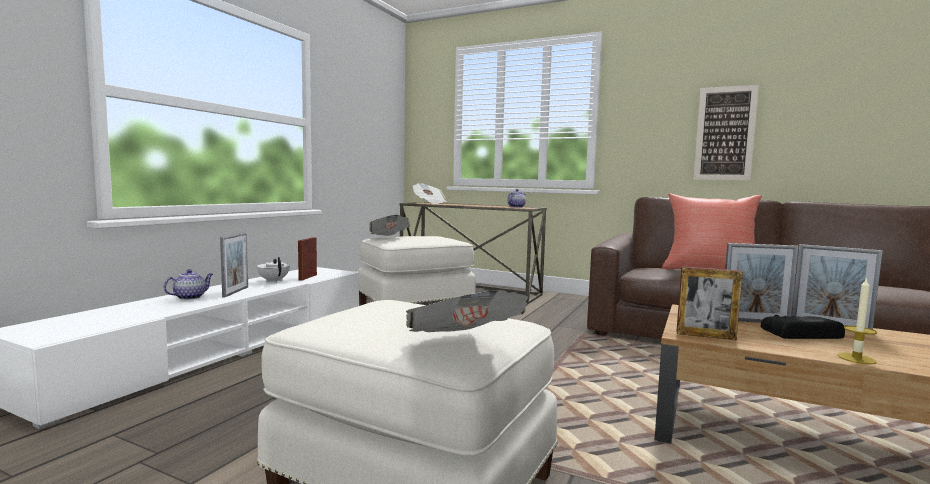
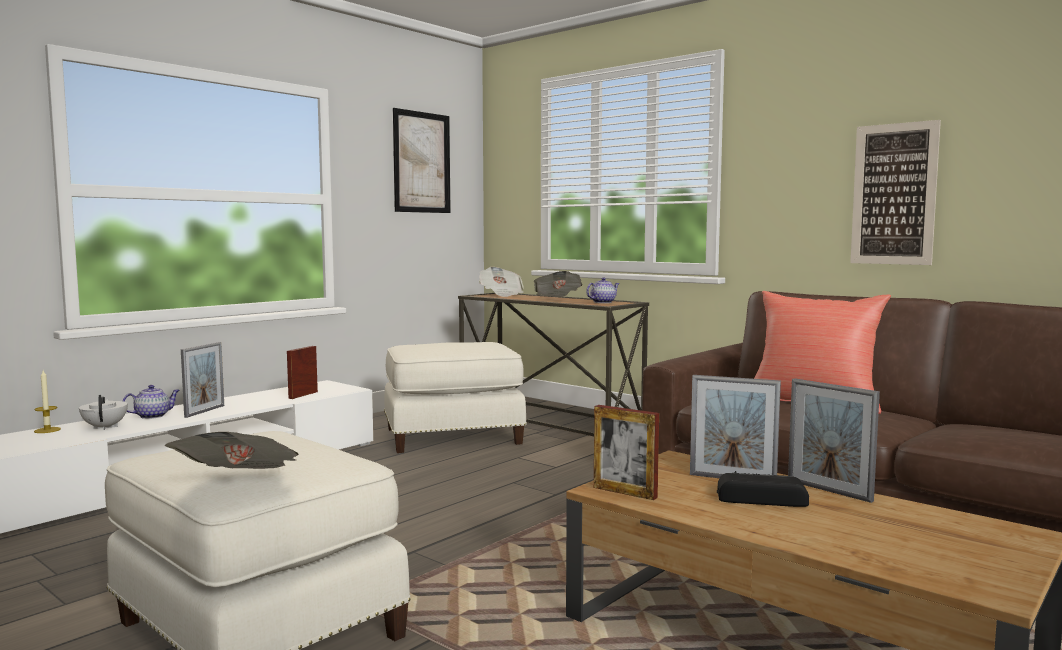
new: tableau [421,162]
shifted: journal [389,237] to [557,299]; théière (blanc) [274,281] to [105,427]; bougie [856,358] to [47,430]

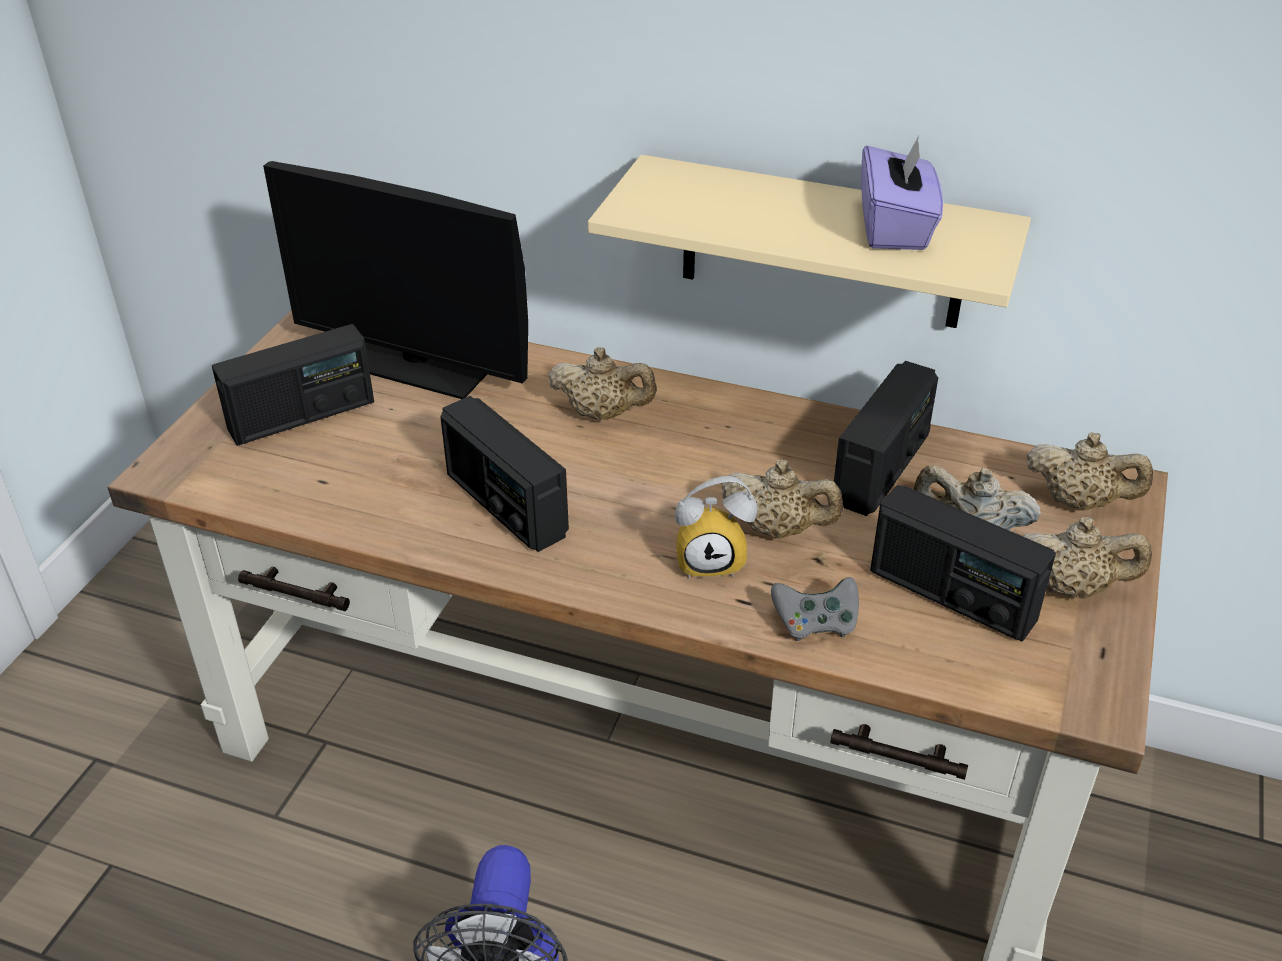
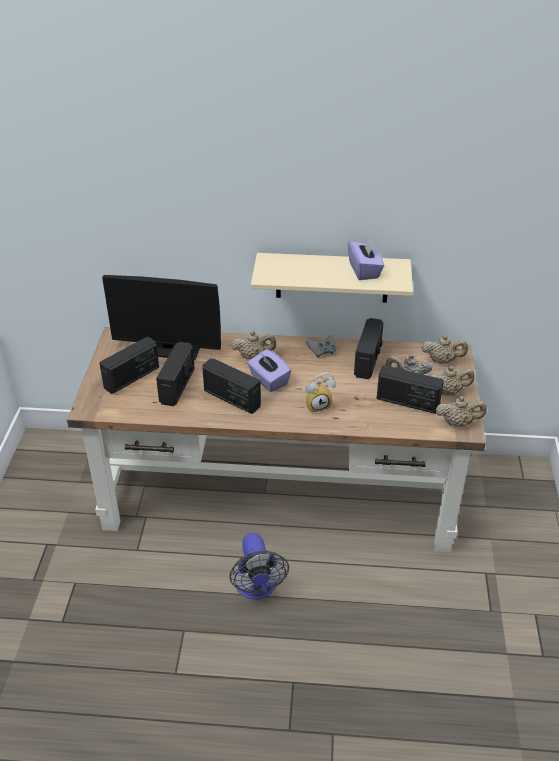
new: radio [178,386]; boîte à mouchoirs (violet) [268,380]
shifted: théière (beige) [778,529] to [458,423]; manette (gris) [815,624] to [322,352]

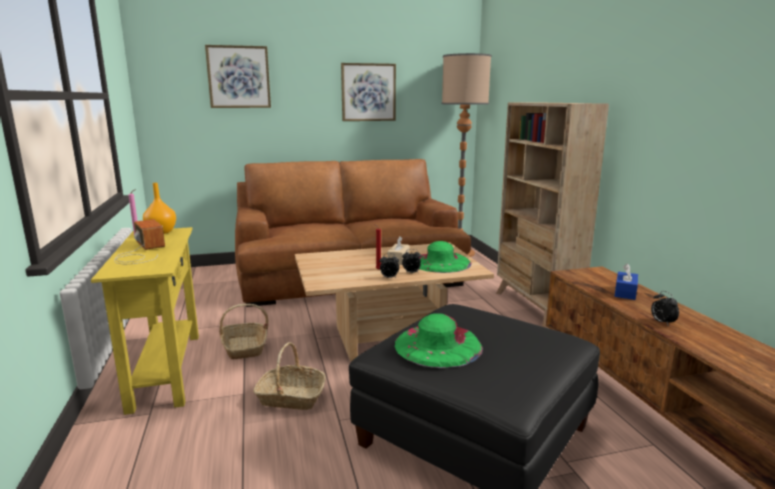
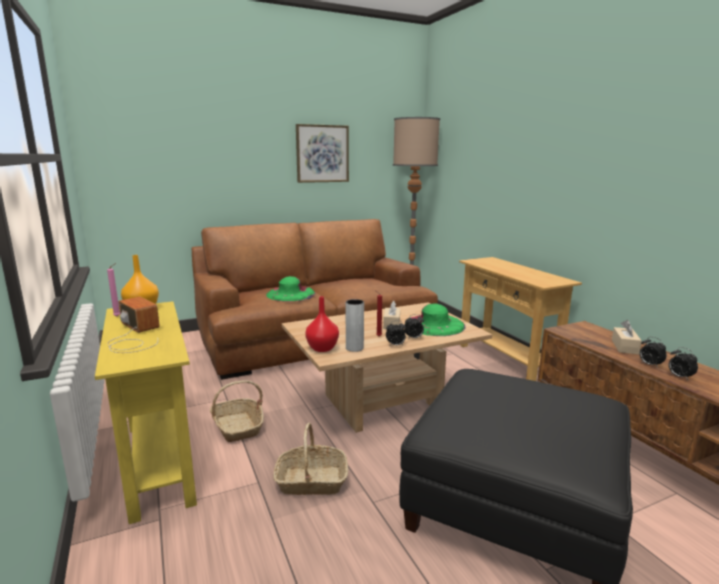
gone: tableau [239,77]
new: vase (rouge) [322,349]; vase (gris) [354,348]; réveil [649,365]
shifted: chapeau (vert) [438,345] to [291,294]
swapped: bibliothèque (beige) [535,308] to table console (beige) [505,360]
repainted: boîte à mouchoirs (bleu) [625,292] to boîte à mouchoirs (beige) [624,347]

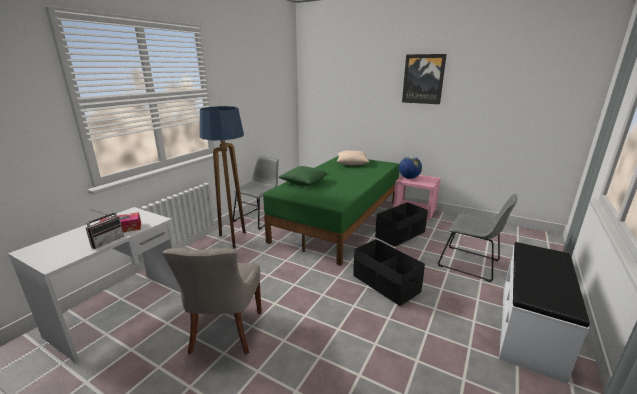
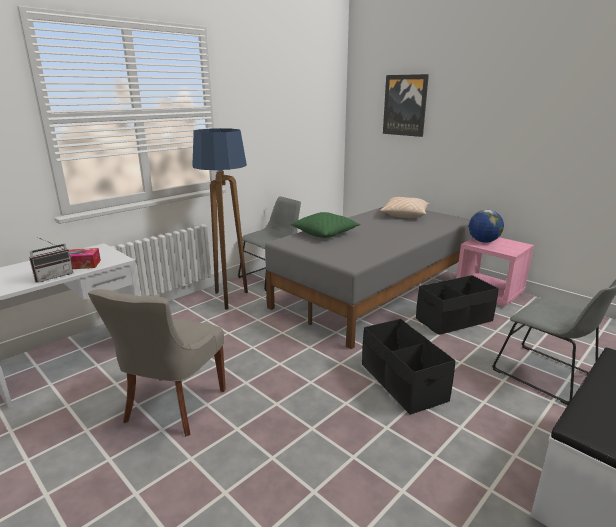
shifted: tableau [423,79] to [405,105]
repainted: lit (vert) [340,220] to lit (gris) [376,291]

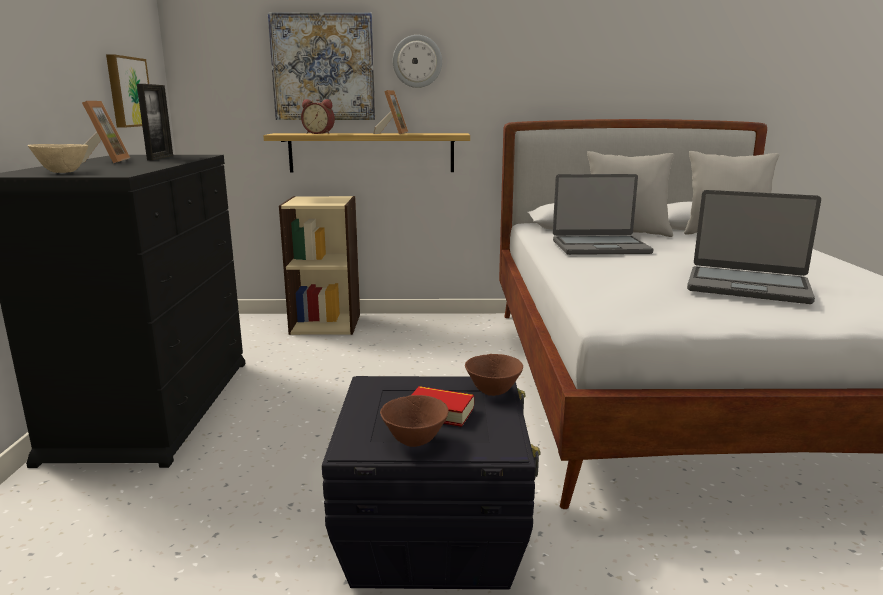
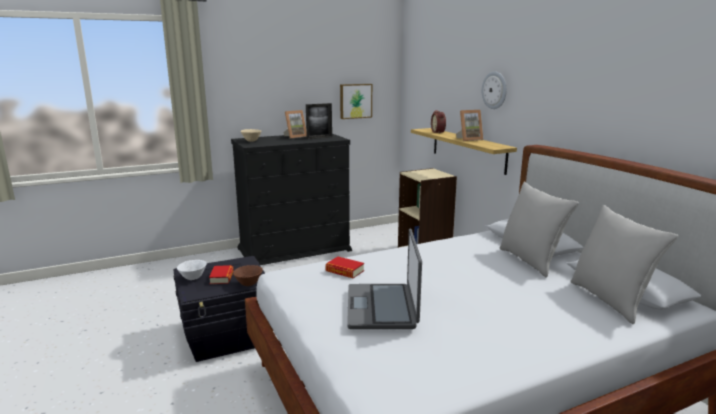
gone: tableau [323,67]; ordinateur portable [600,247]
new: livre [344,271]
repainted: bol (marron) [414,441] to bol (blanc) [193,278]

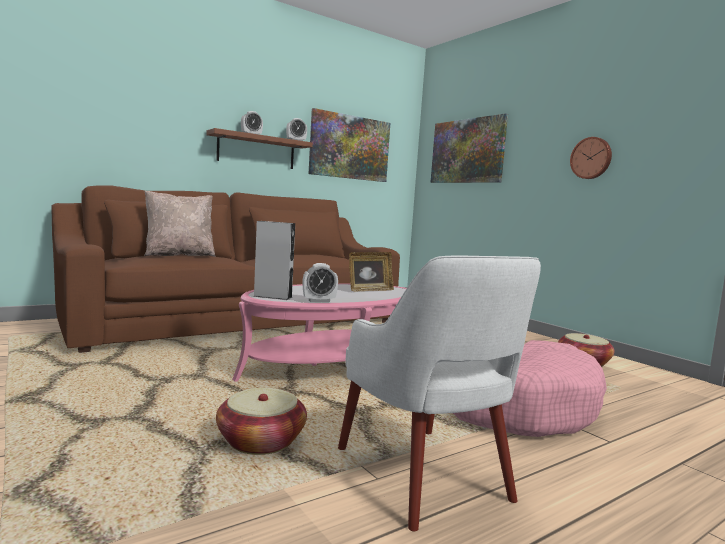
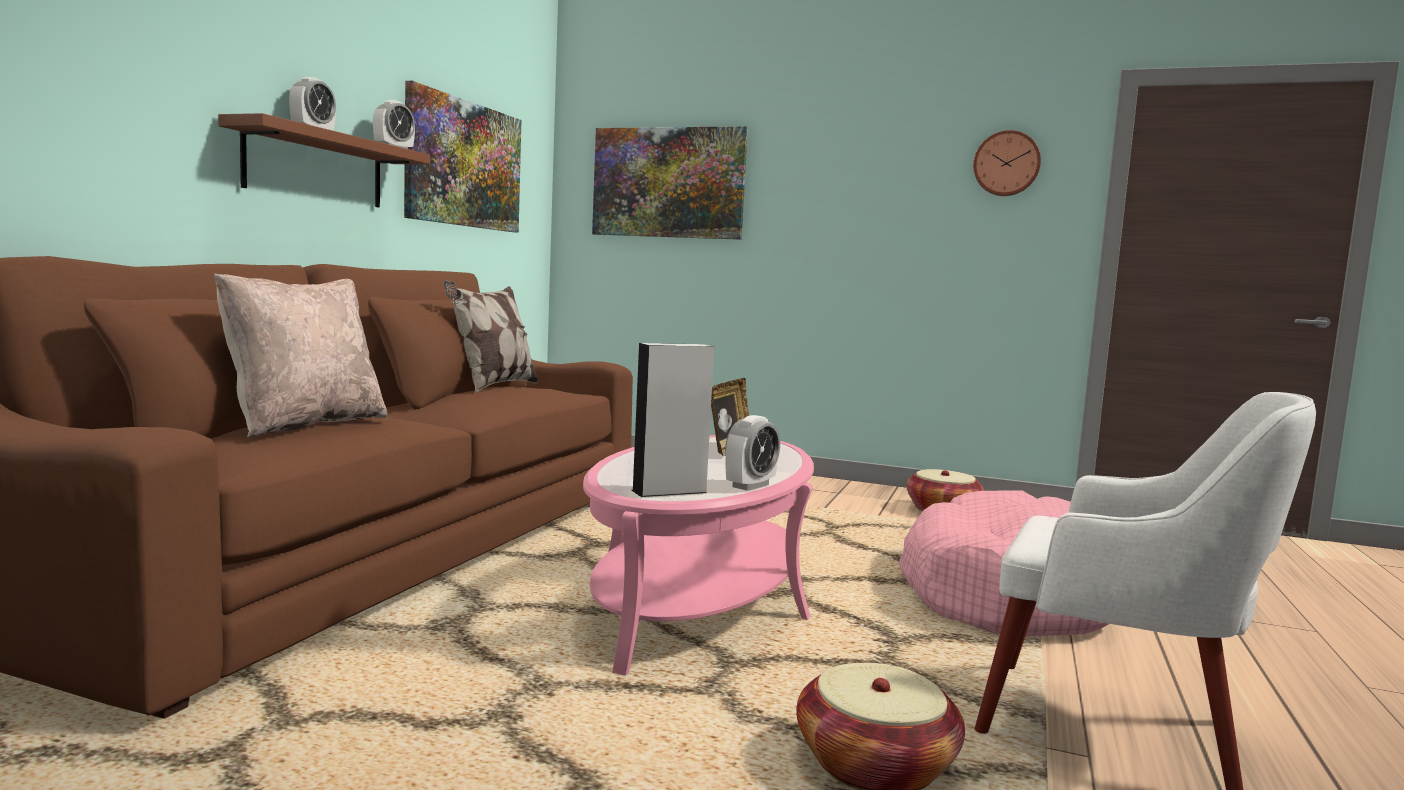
new: coussin [492,386]
shifted: horloge murale [591,158] to [1006,164]

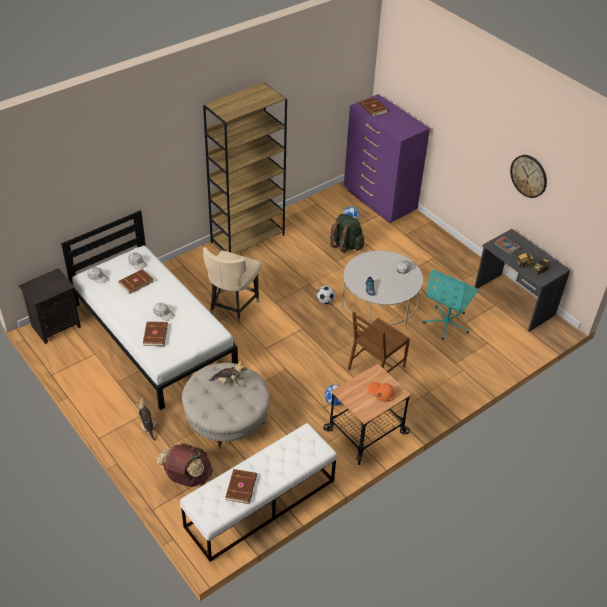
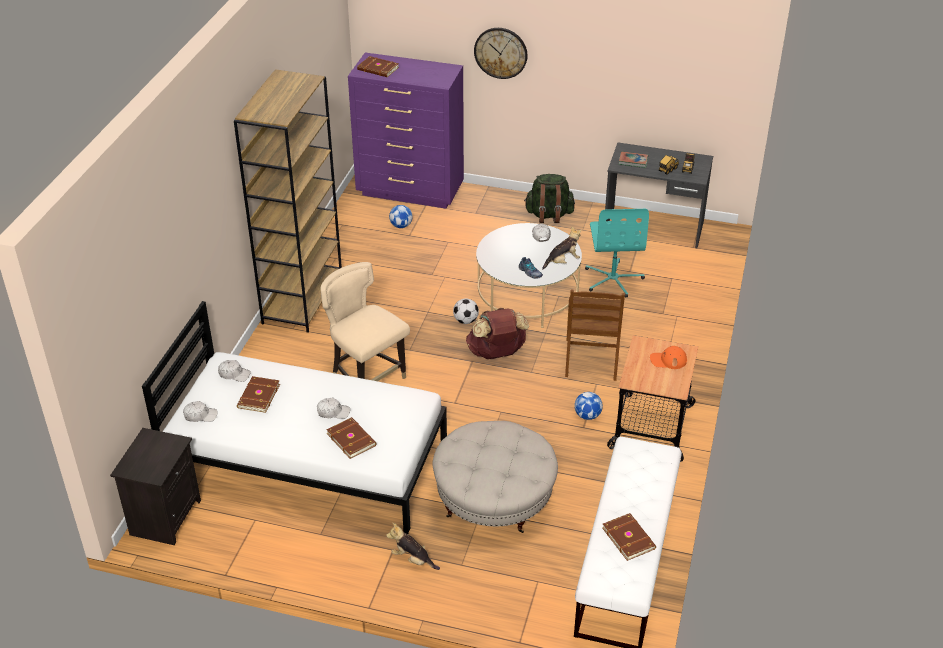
shifted: horloge murale [529,176] to [501,52]; sac à dos (vert) [345,245] to [549,215]; peluche [229,382] to [562,261]; sac à dos (marron) [187,477] to [496,353]
rotated: chaise (beige) [232,307] = [367,379] 150 degrees clockwise

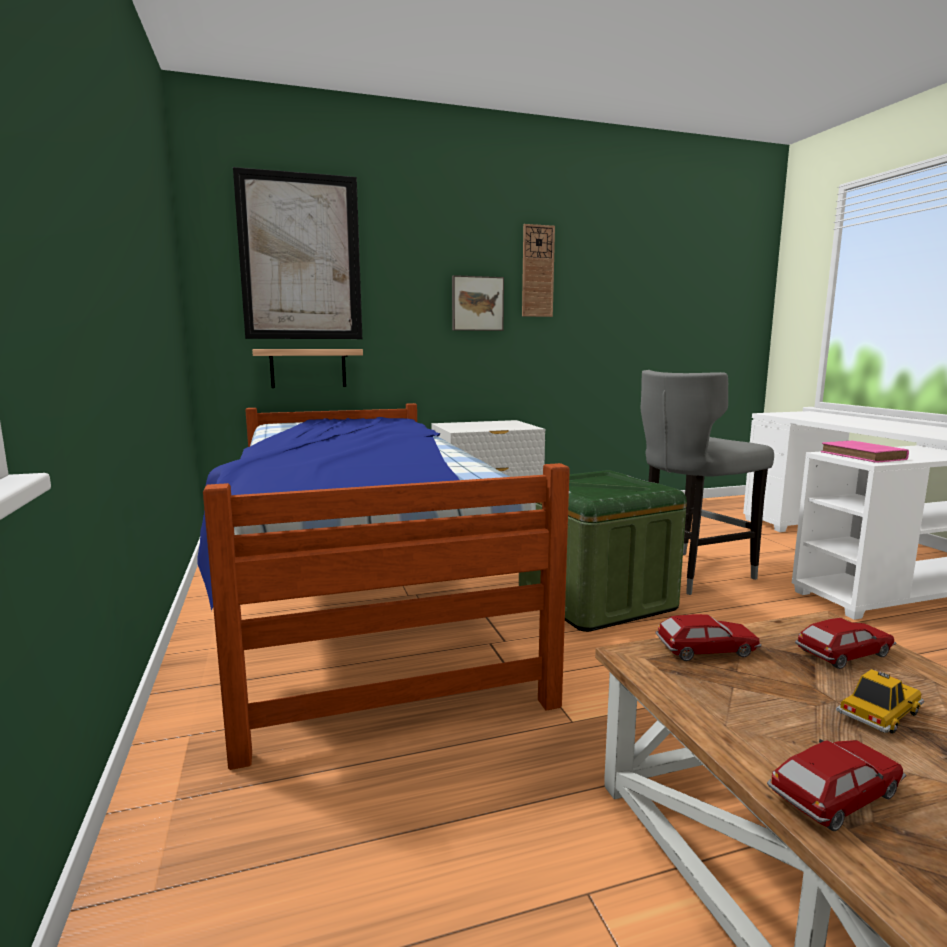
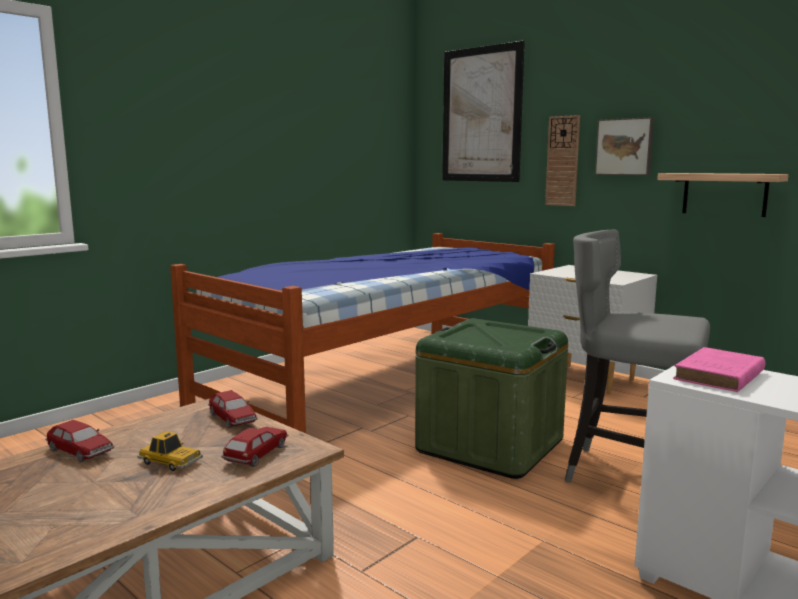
shifted: horloge murale [537,271] to [562,161]; étagère [308,368] to [724,194]
rotated: petite voiture [844,653] = [257,453] 105 degrees counterclockwise

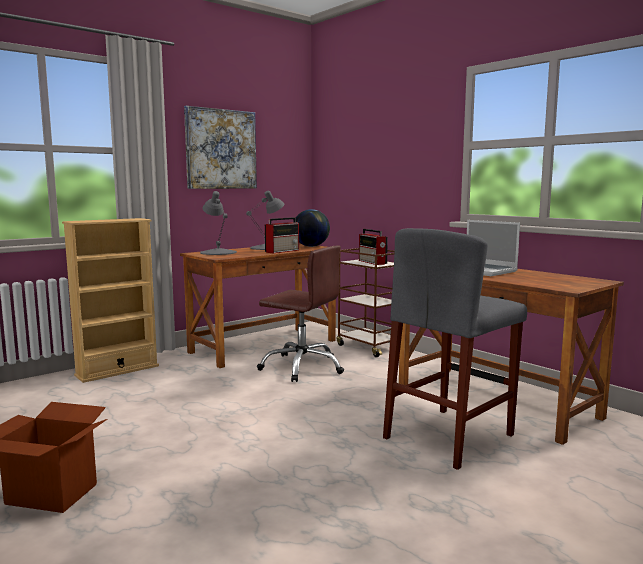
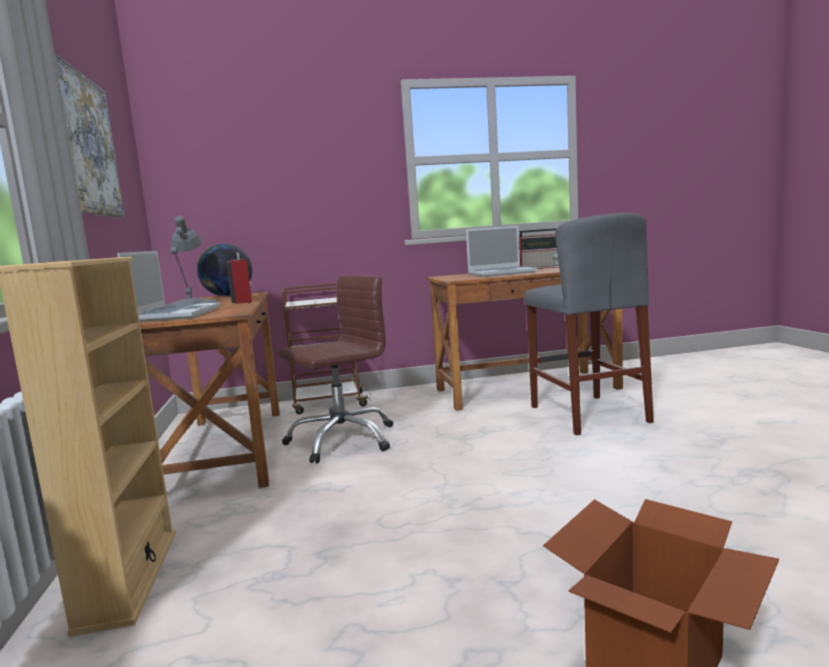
shifted: radio [372,262] to [542,268]
swapped: lampe de table (gris) [218,252] to ordinateur portable [175,314]

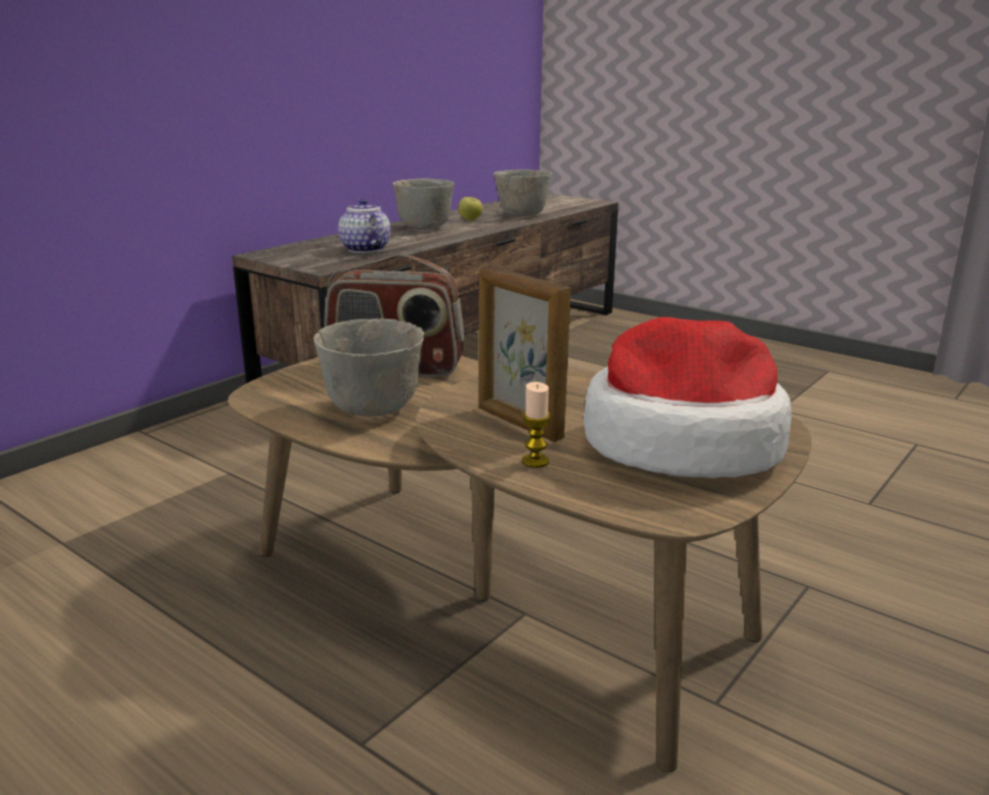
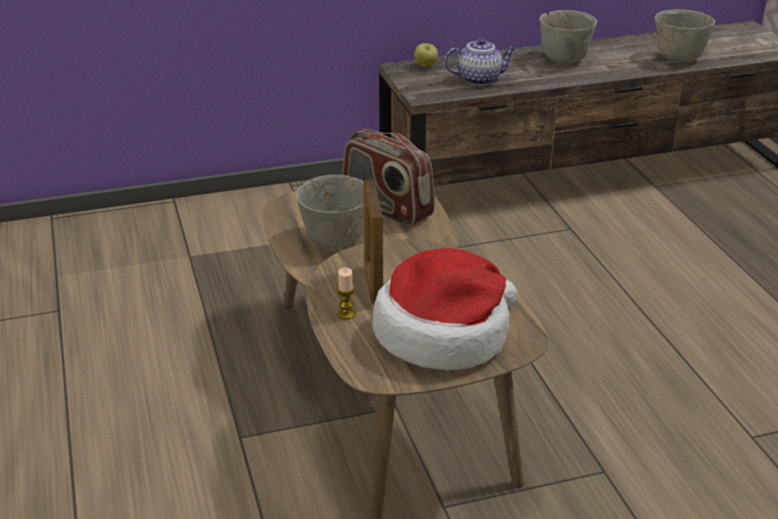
shifted: pomme [470,220] to [426,66]
rotated: théière [364,249] = [480,79] 75 degrees clockwise

